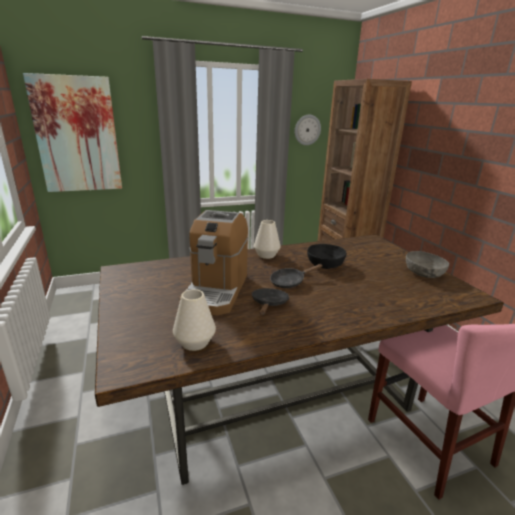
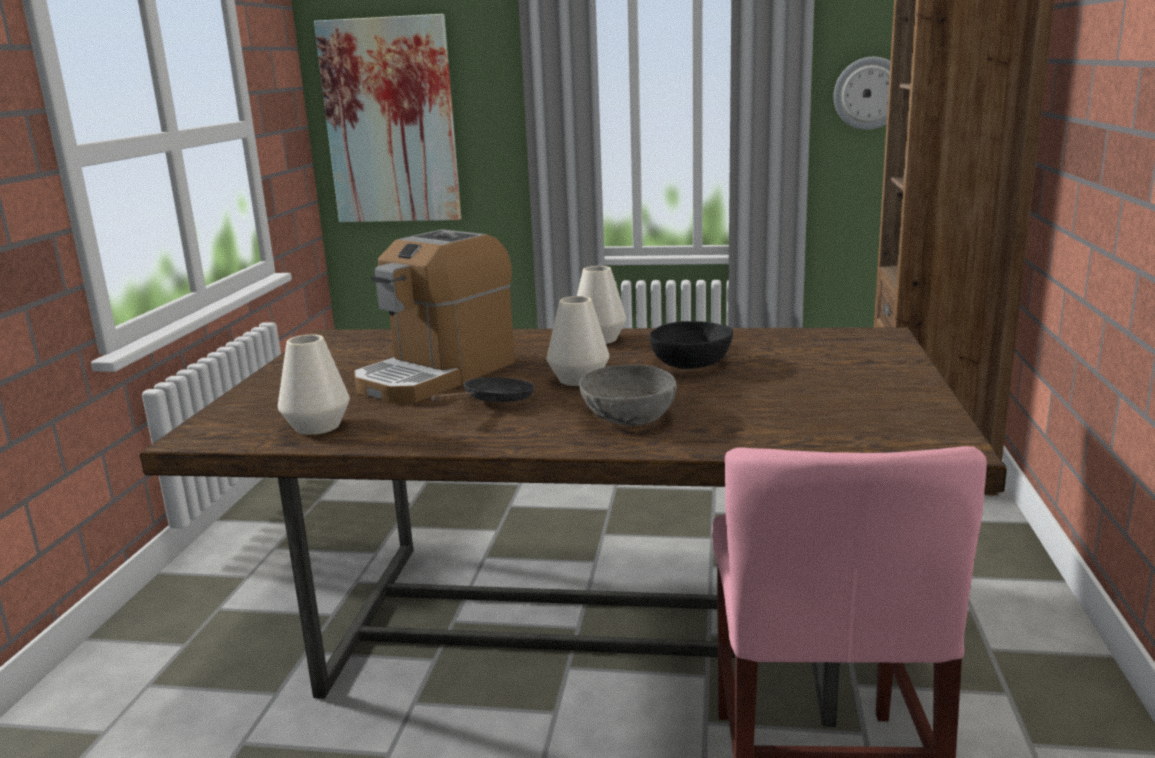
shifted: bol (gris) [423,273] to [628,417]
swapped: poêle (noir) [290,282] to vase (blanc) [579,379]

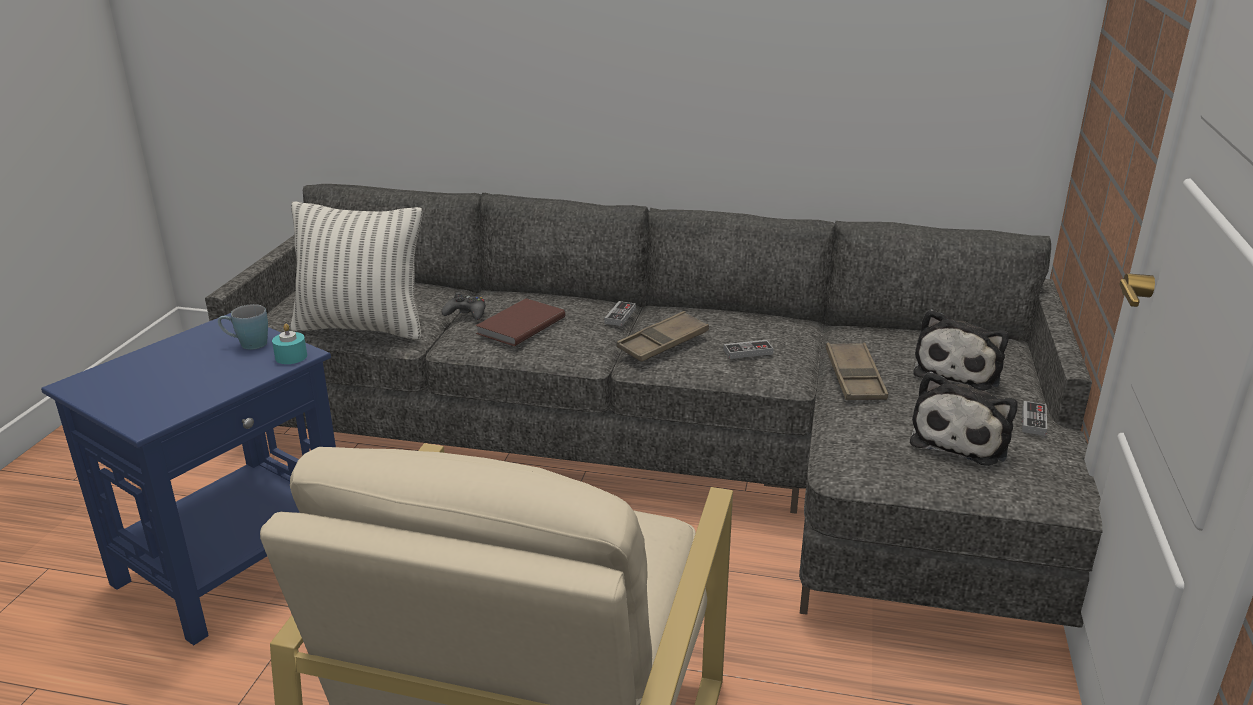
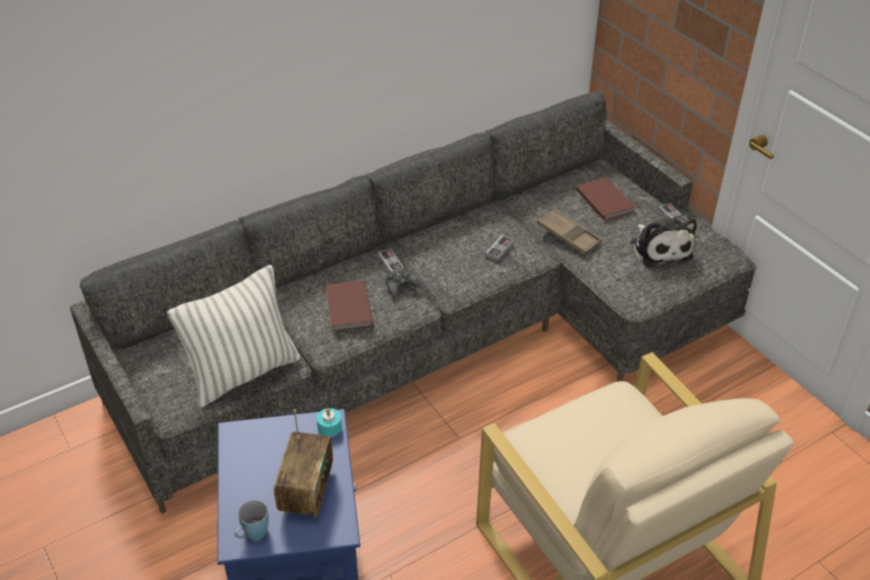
gone: plateau (marron) [663,343]
new: radio [306,491]
shifted: manette (noir) [466,313] to [401,286]; mug (bleu) [247,344] to [252,534]
swapped: peluche [959,370] to livre (marron) [605,200]

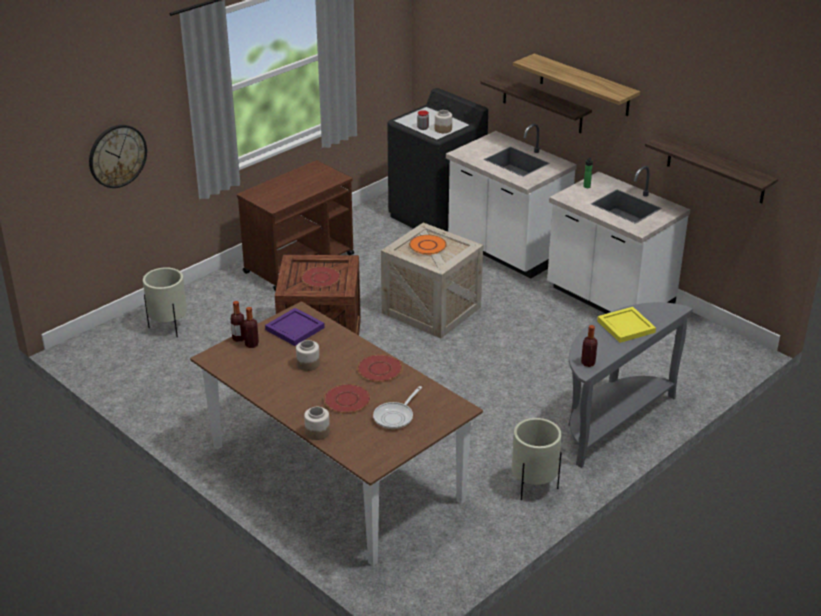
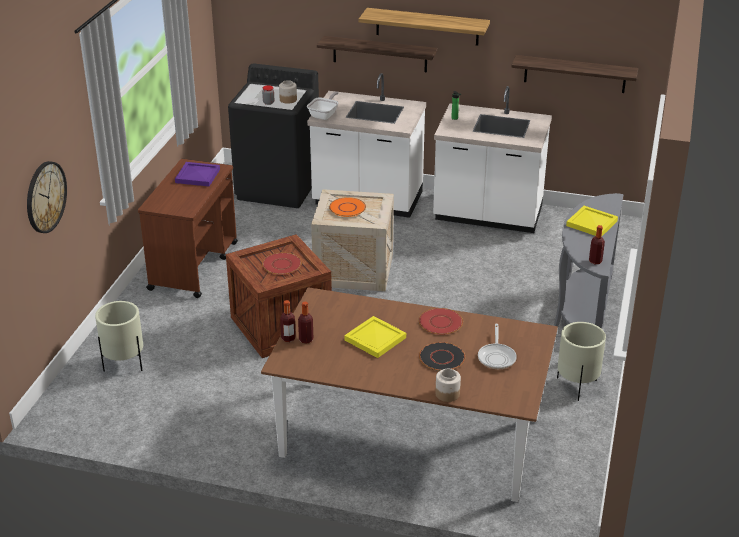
new: poêle [324,115]
shifted: plateau (violet) [296,328] to [198,176]
swapped: bocal [308,364] to plateau (jaune) [375,339]
repainted: assiette (rouge) [347,399] to assiette (noir) [441,357]

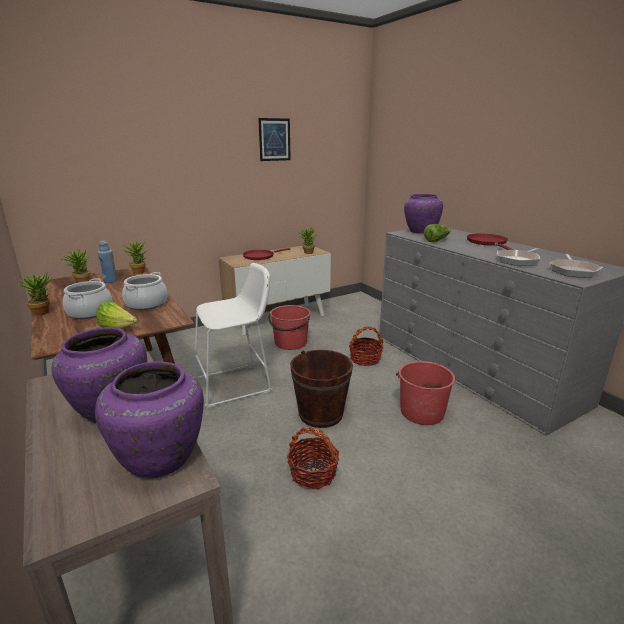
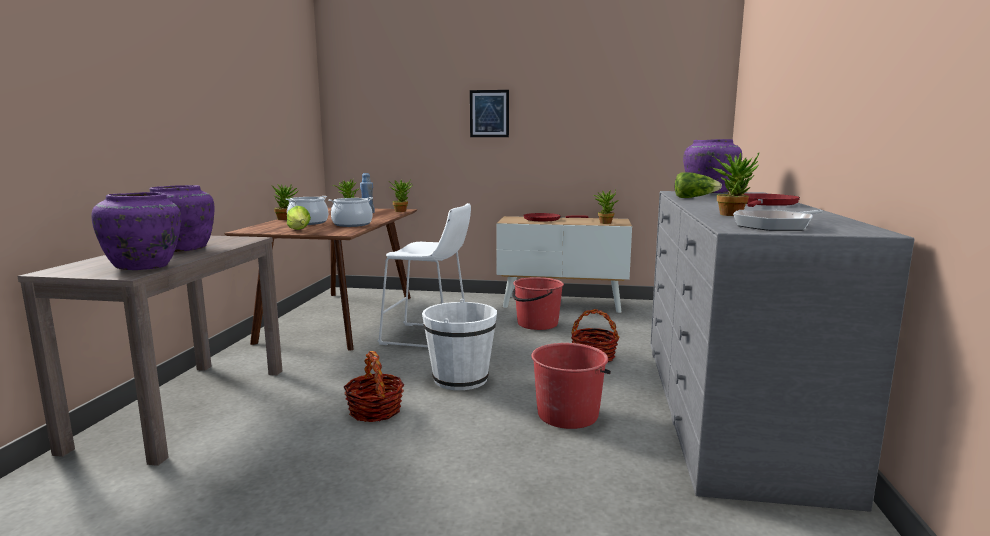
shifted: tableau [274,139] to [489,113]
swapped: poêle [518,260] to plante en pot [732,214]
repainted: seau (marron) [321,414] to seau (blanc) [460,379]

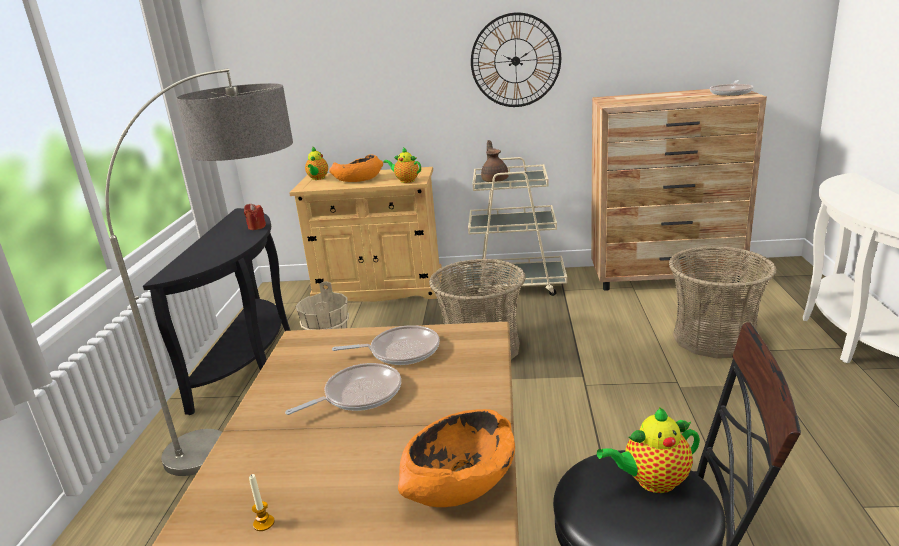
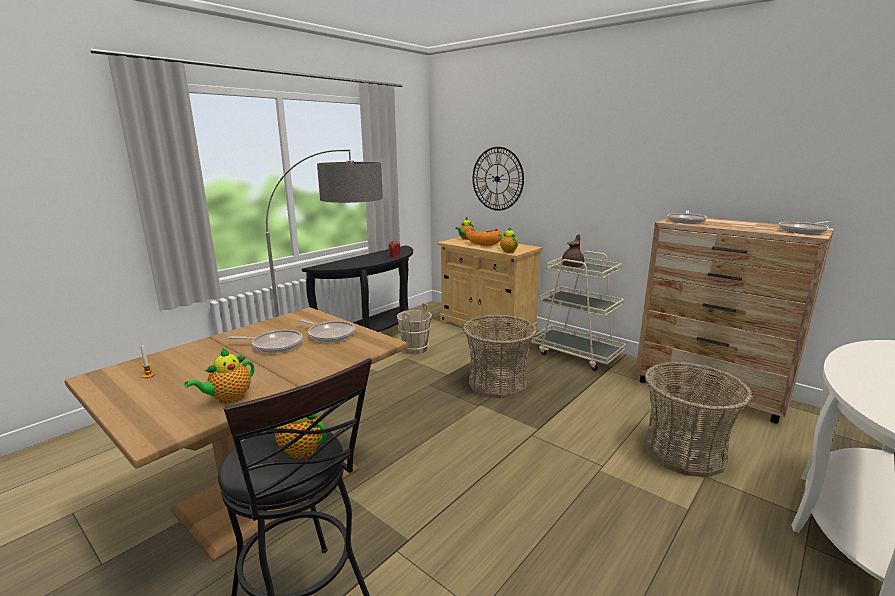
new: poêle [686,221]
shifted: horloge murale [515,61] to [497,179]
swapped: bol (orange) [460,481] to théière [228,399]

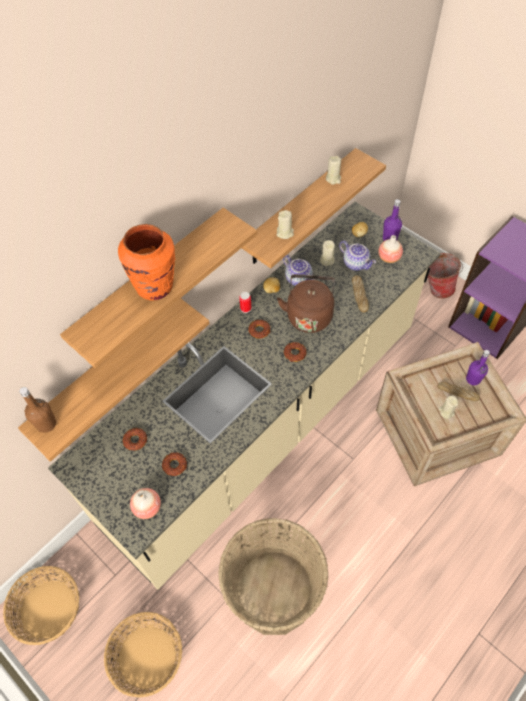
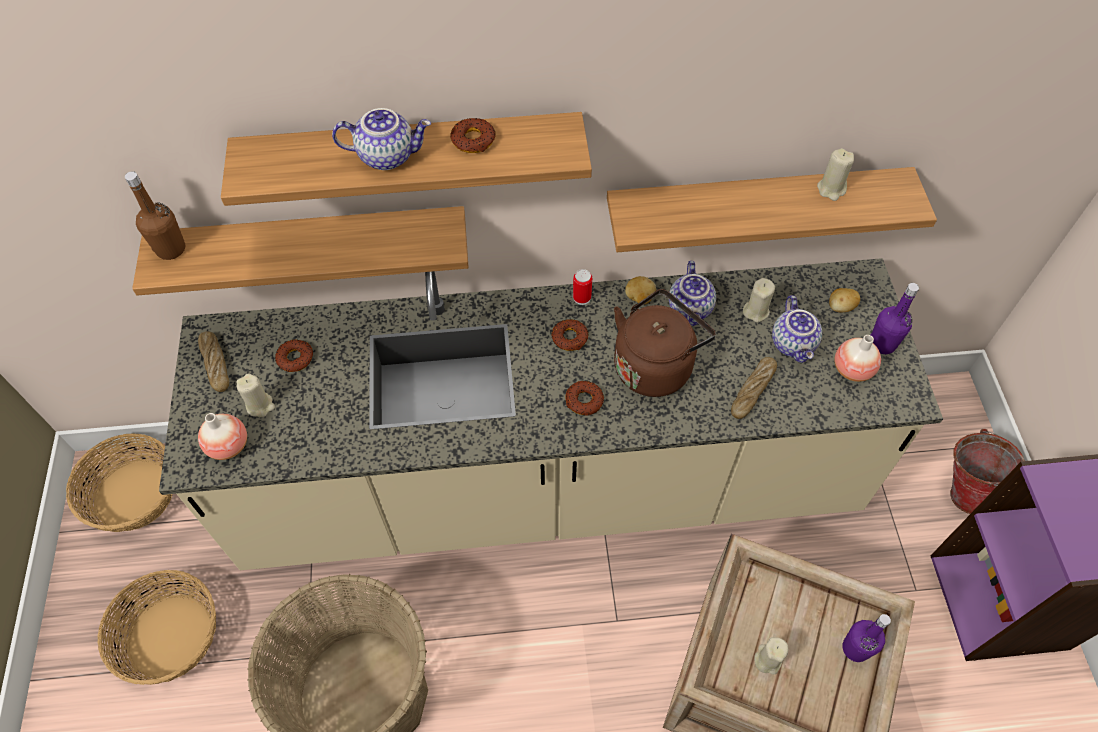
shifted: bougie (beige) [285,233] to [260,405]; pain [457,393] to [215,364]; beignet [175,465] to [473,140]
swapped: vase (orange) [155,286] to théière [387,155]

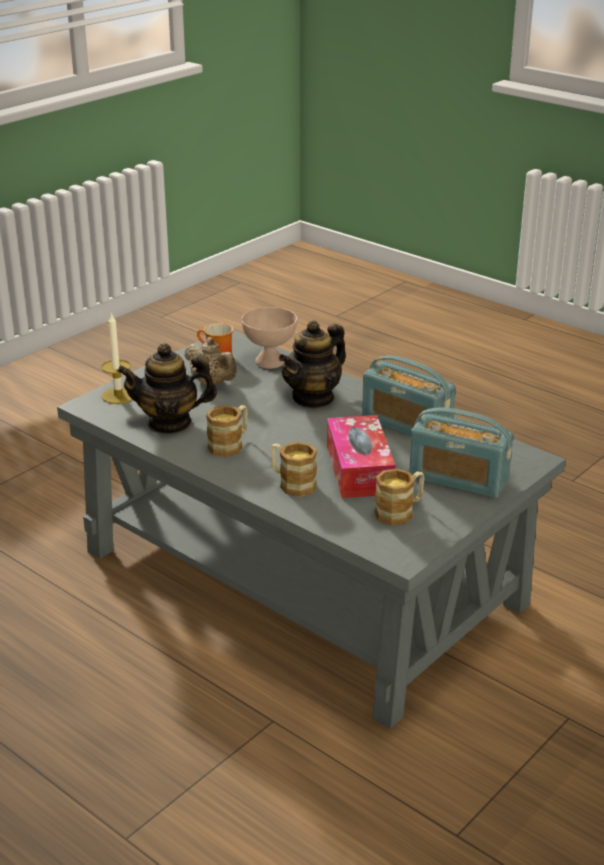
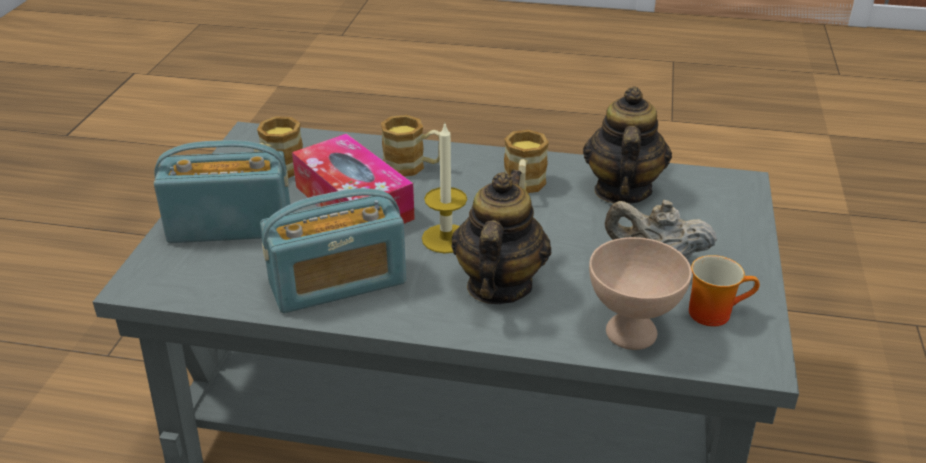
shifted: bougie [118,395] to [446,238]
rotated: théière [169,423] = [621,191] 45 degrees counterclockwise; radio [406,424] = [338,284] 150 degrees clockwise

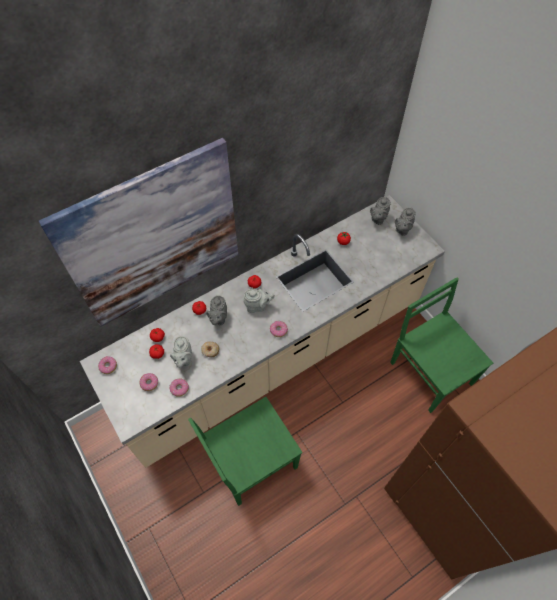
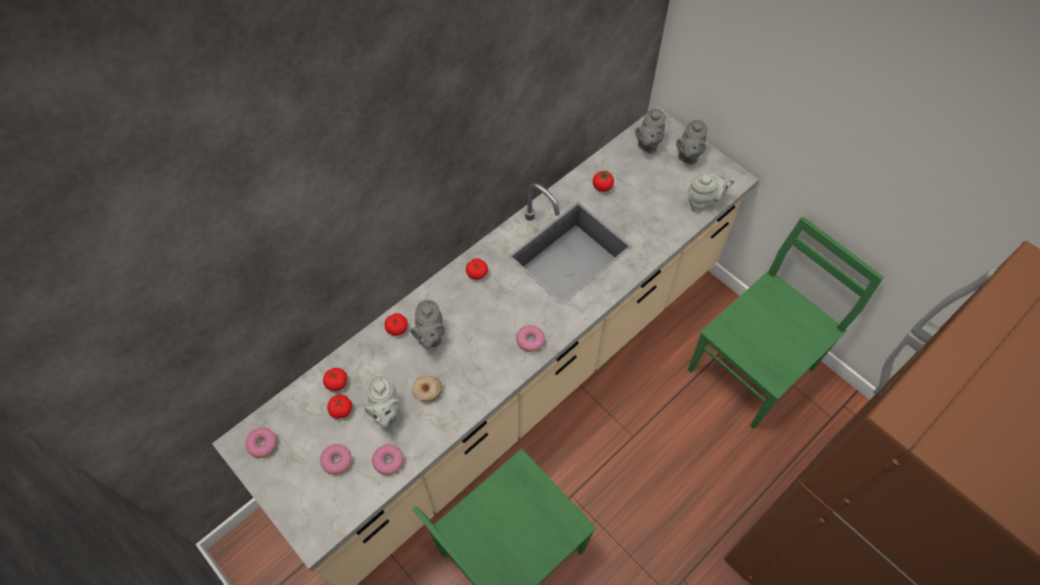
gone: tableau [154,238]
shifted: théière (gris) [257,306] to [704,203]
rotated: chaise (vert) [429,371] = [754,367] 90 degrees clockwise

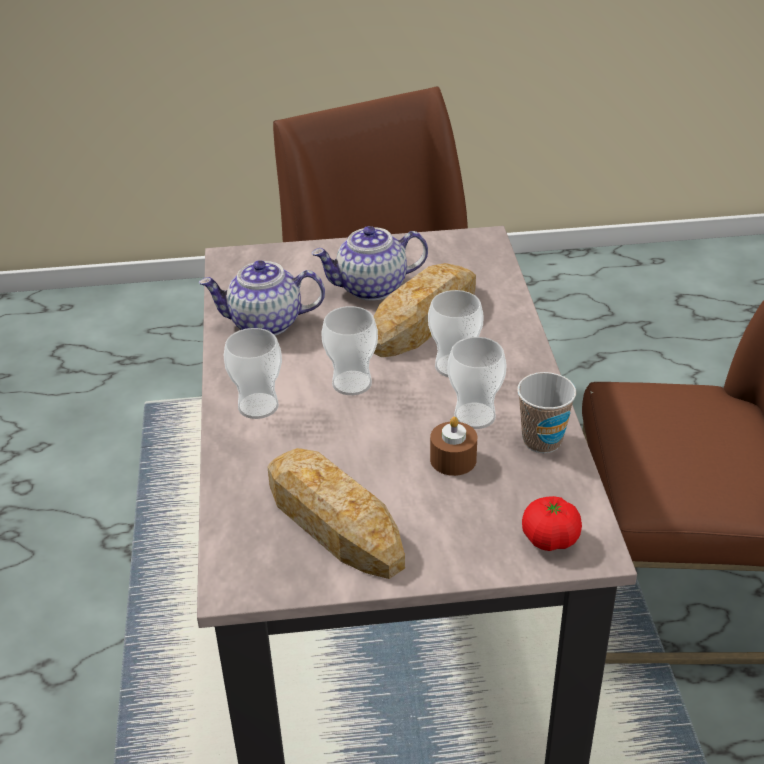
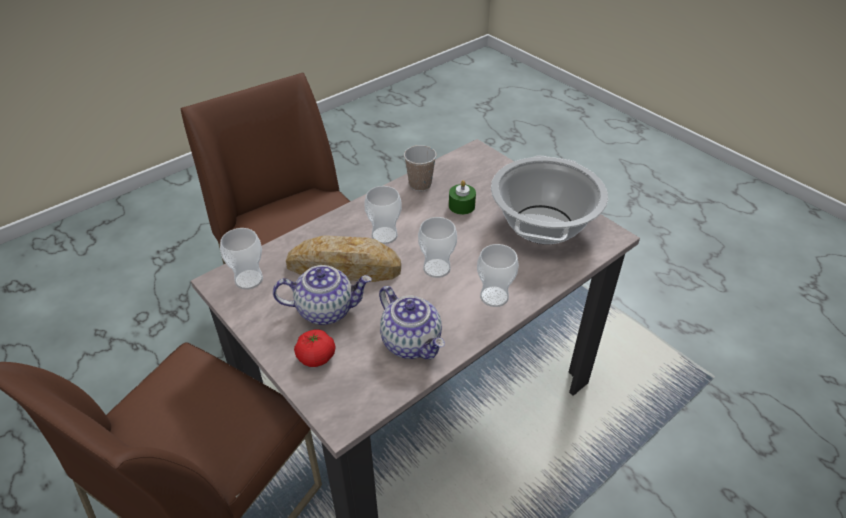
shifted: tasse [474,416] to [249,279]; tomate [550,538] to [316,357]
swapped: pain [333,521] to marmite [542,224]
repainted: bougie (marron) [453,459] to bougie (vert) [461,206]
rotated: théière [371,288] = [326,309] 45 degrees counterclockwise

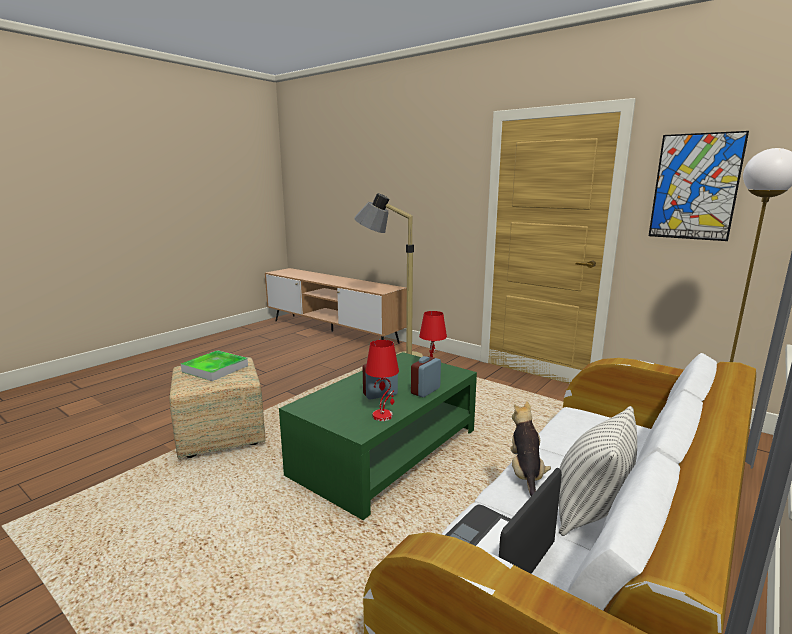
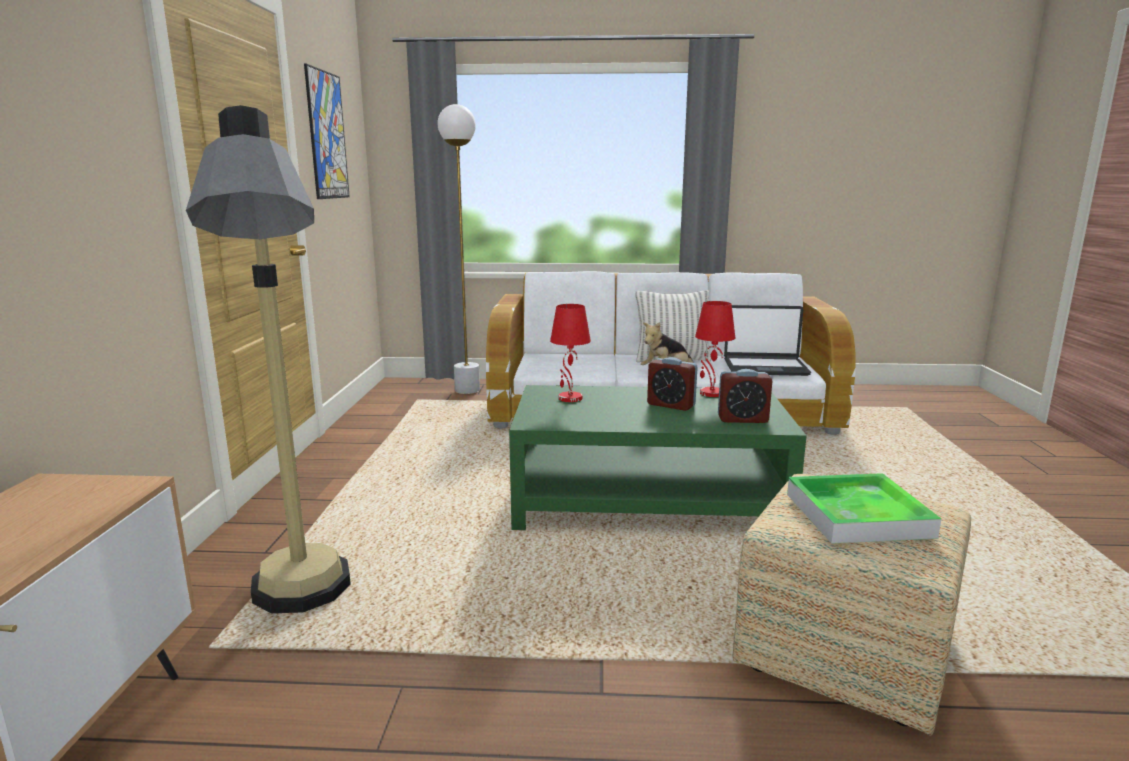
shifted: réveil [425,391] to [742,419]

